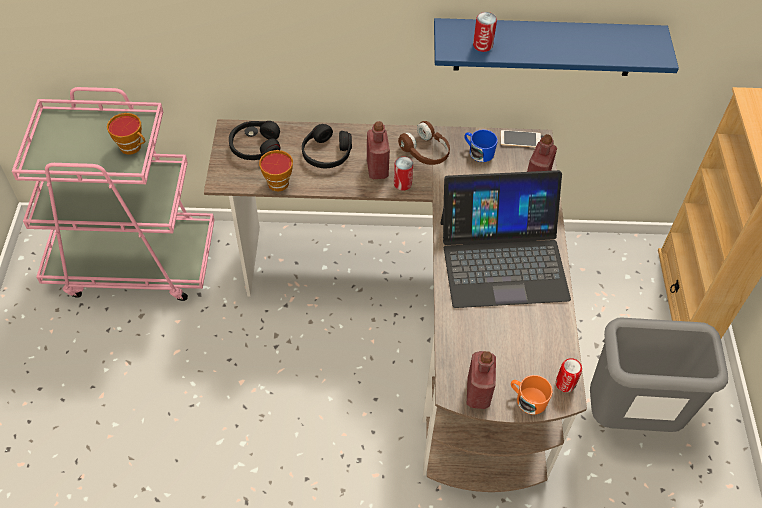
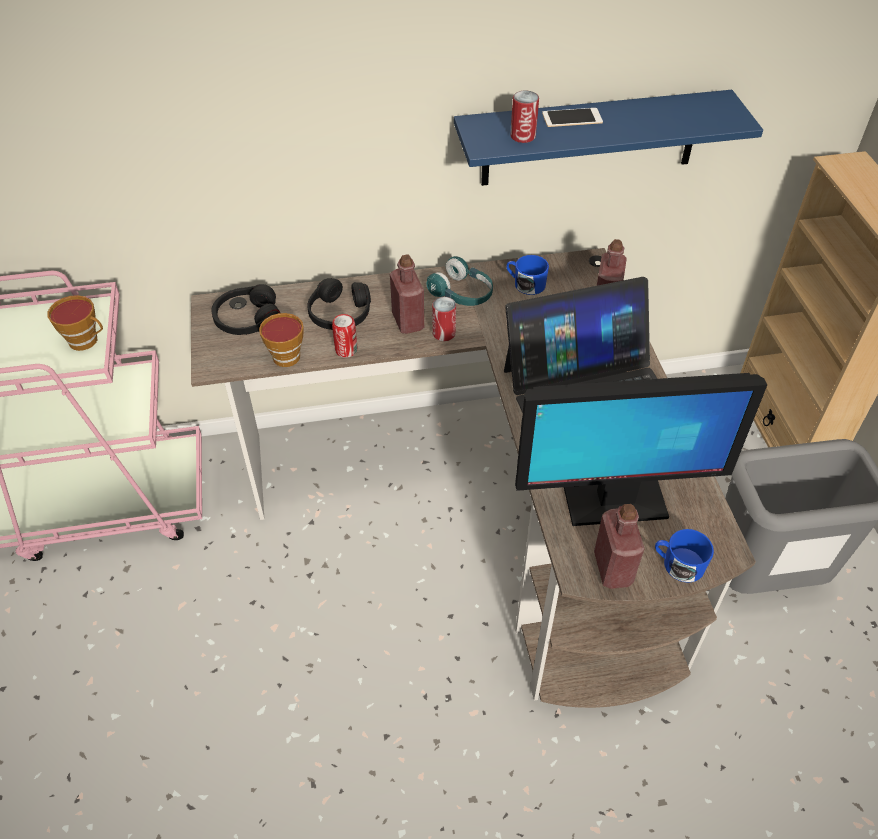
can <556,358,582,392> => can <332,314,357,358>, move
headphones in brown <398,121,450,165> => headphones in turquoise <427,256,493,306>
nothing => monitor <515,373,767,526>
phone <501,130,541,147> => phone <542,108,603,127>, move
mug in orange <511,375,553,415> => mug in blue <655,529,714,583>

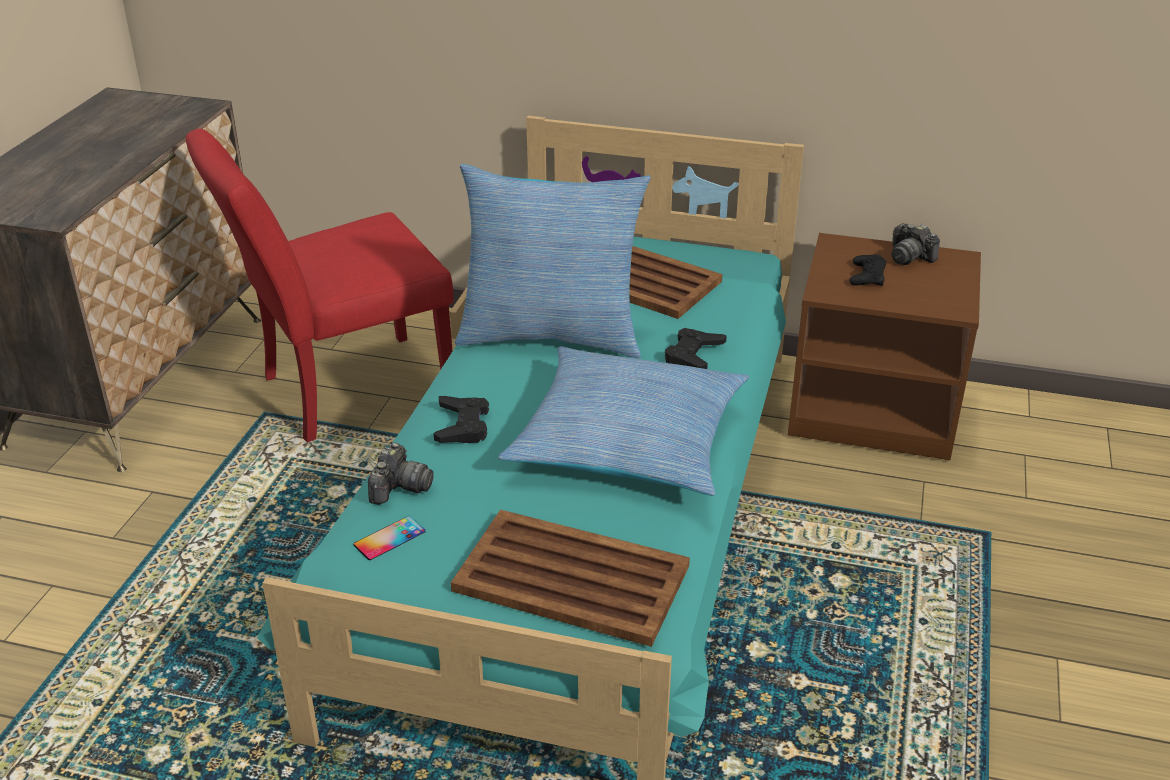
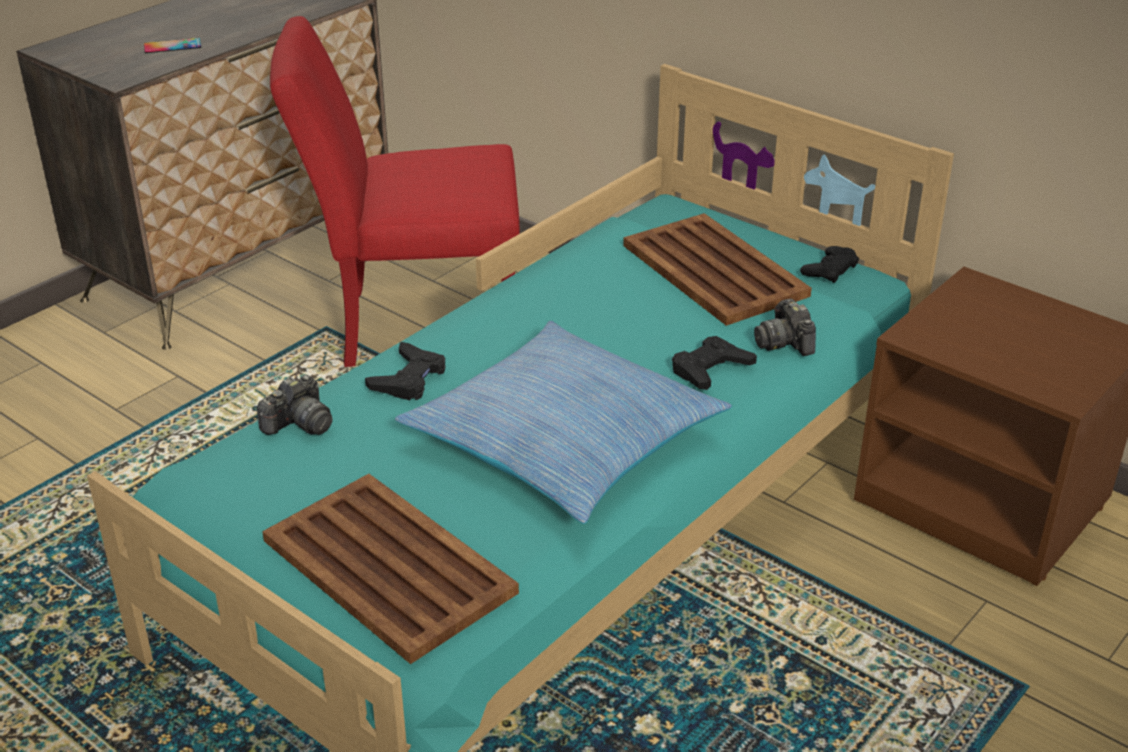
phone <353,516,425,560> => phone <144,38,201,53>, move
photo camera <892,223,940,265> => photo camera <754,299,816,356>, move
game controller in black <849,254,887,286> => game controller in black <800,246,859,283>, move
pillow <455,164,651,359> => nothing

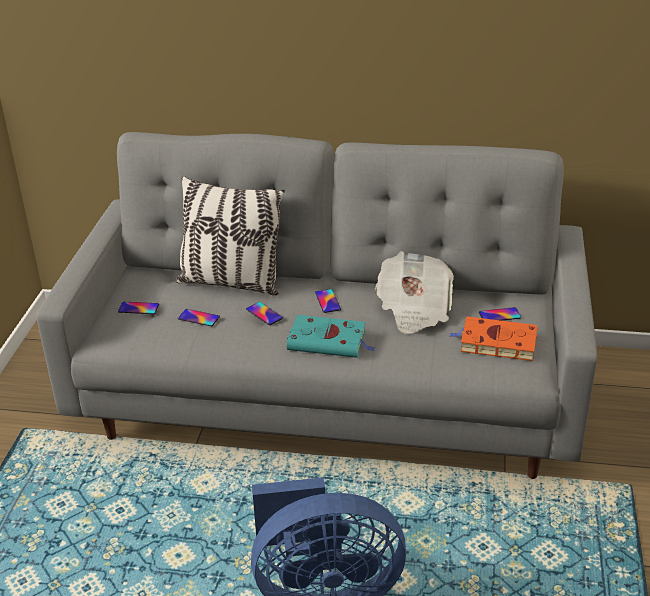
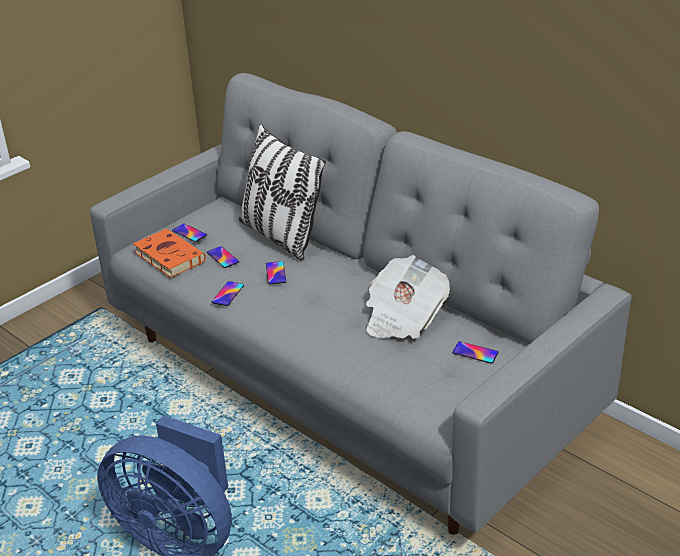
book in orange <450,316,538,361> => book in orange <133,229,206,278>, move
phone <315,289,341,313> => phone <212,281,244,306>, move
book in turquoise <287,315,376,358> => nothing

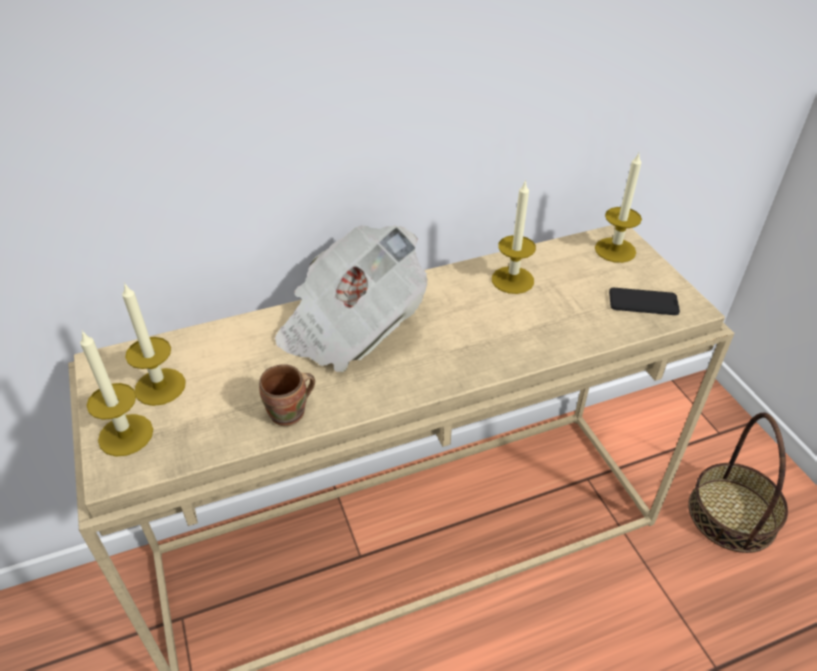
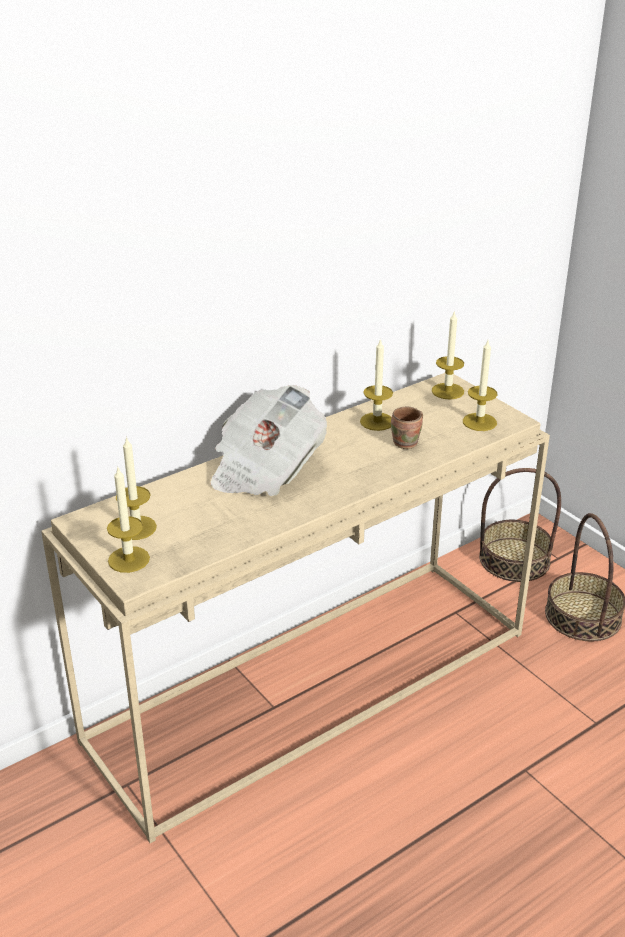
mug in brown <259,364,315,426> => mug in brown <391,407,423,449>, move
phone <609,288,680,315> => candle <463,340,498,431>
nothing => basket <479,468,561,582>

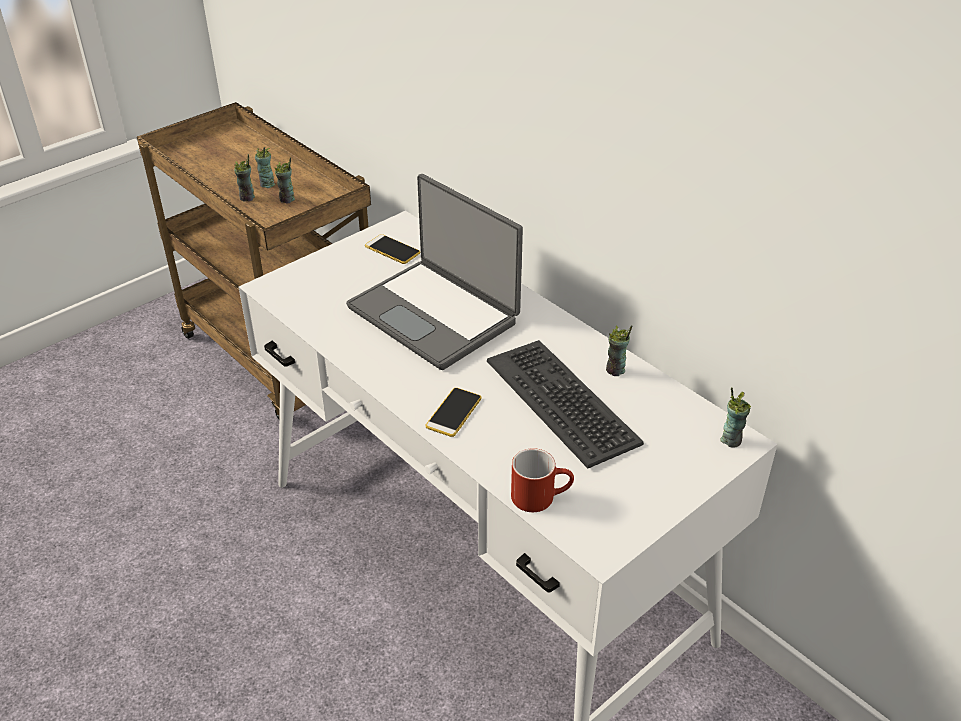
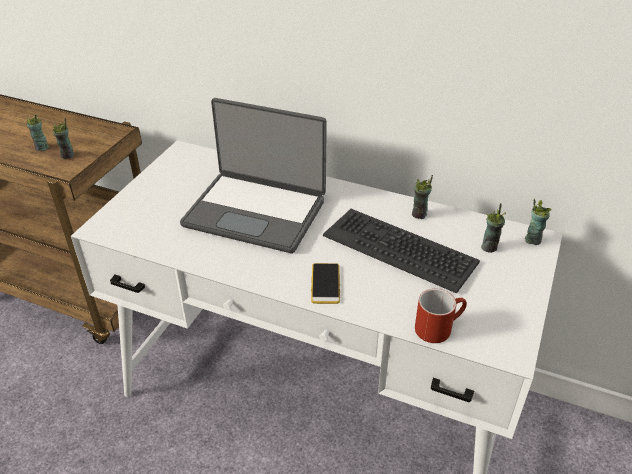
cup <234,154,255,201> => cup <481,203,506,253>, move
phone <365,234,420,264> => nothing

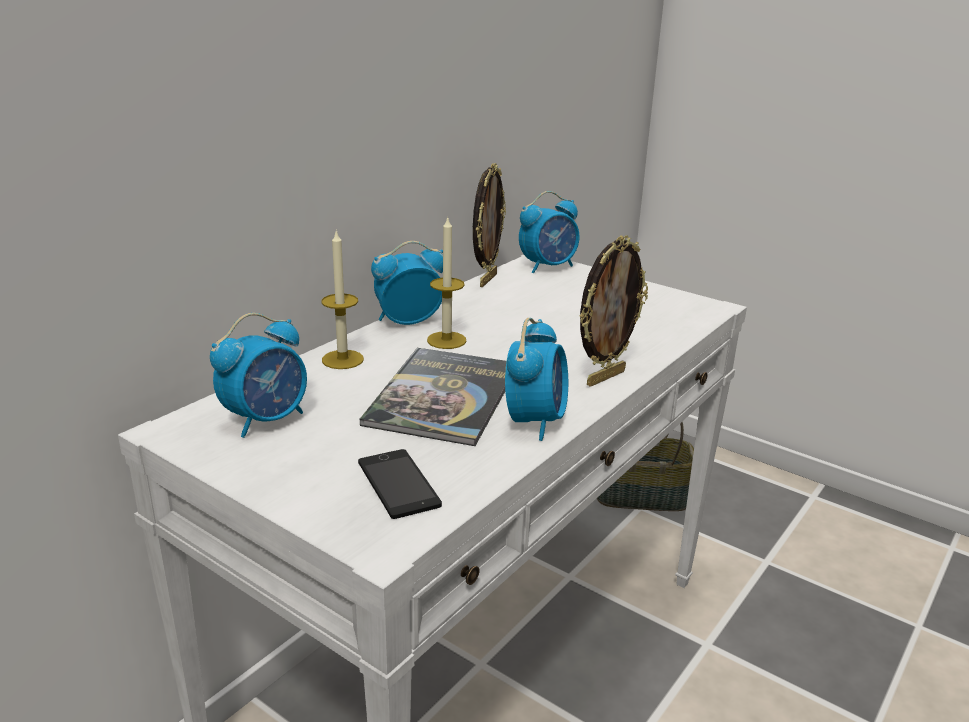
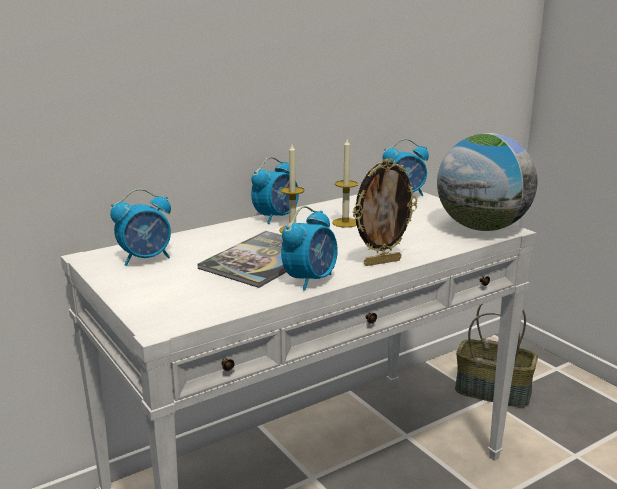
alarm clock <371,241,443,325> => alarm clock <251,157,299,224>, 135 degrees clockwise
candle <322,230,364,369> => candle <332,139,358,228>, move
nothing => globe <437,133,538,231>
phone <358,449,442,519> => nothing
picture frame <473,163,506,287> => nothing

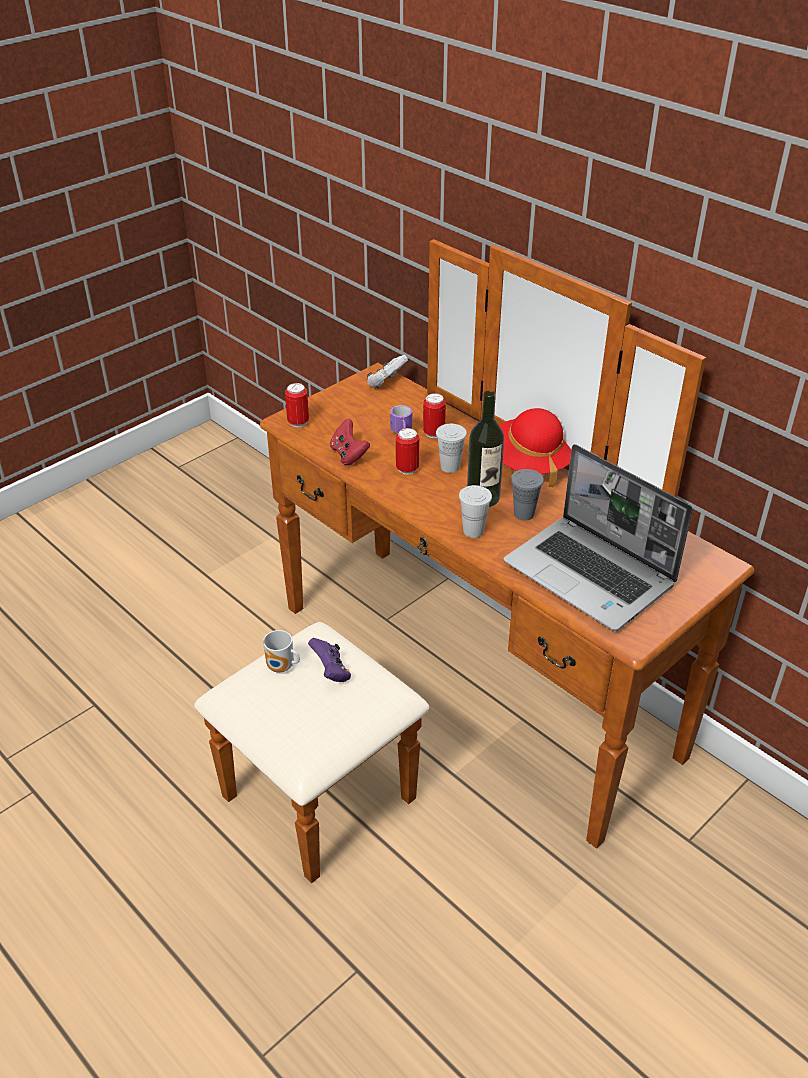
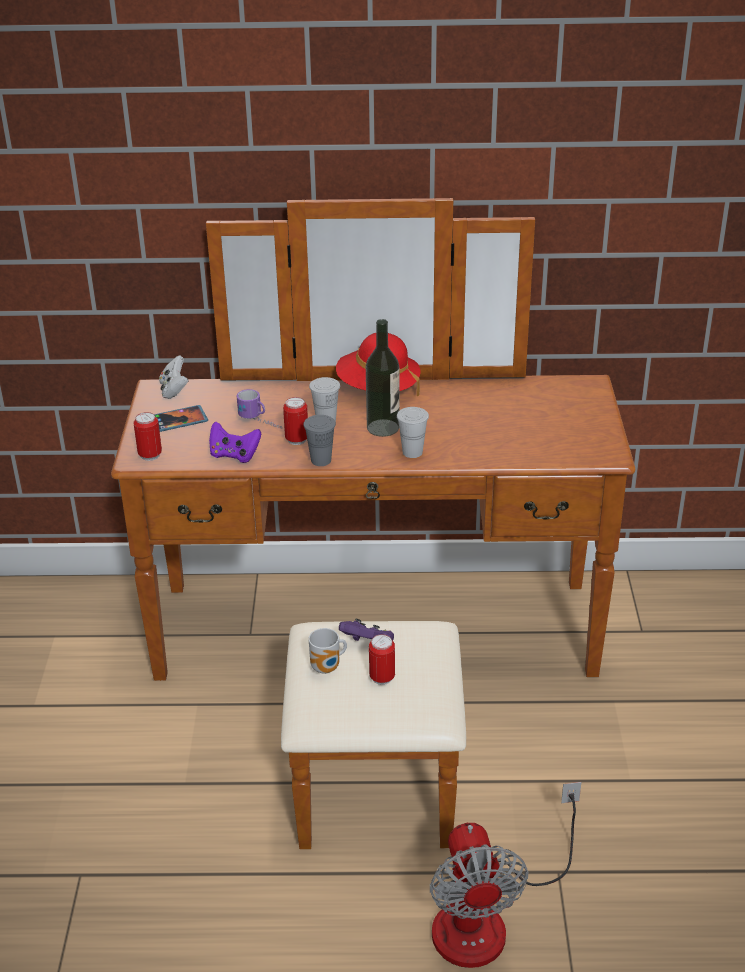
nothing => phone <154,405,208,432>
game controller in red <330,419,370,465> => game controller in purple <209,421,261,463>
cup in grey <511,469,544,521> => cup in grey <303,415,336,466>, move
can <423,393,446,438> => can <369,634,395,685>, move
nothing => fan <430,782,581,968>
laptop <504,444,693,631> => nothing

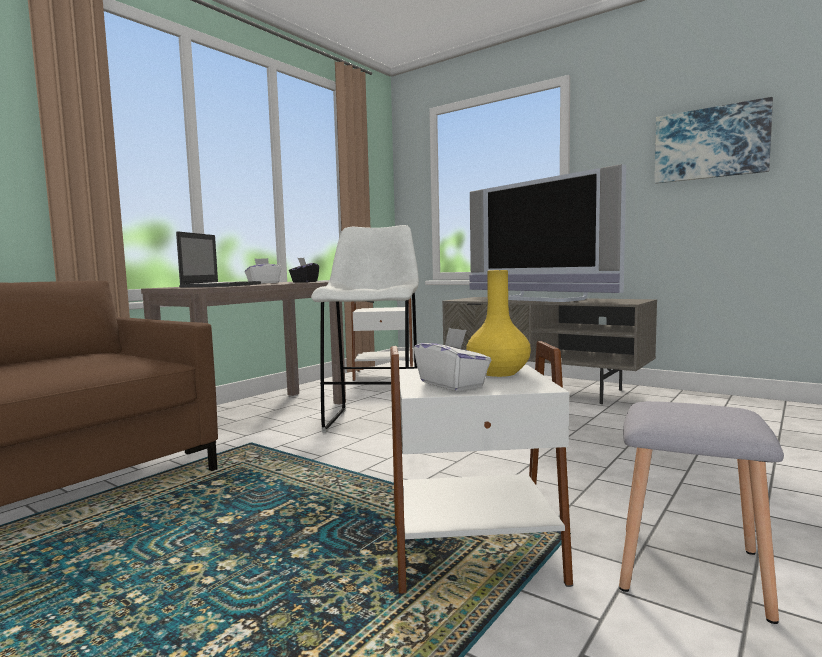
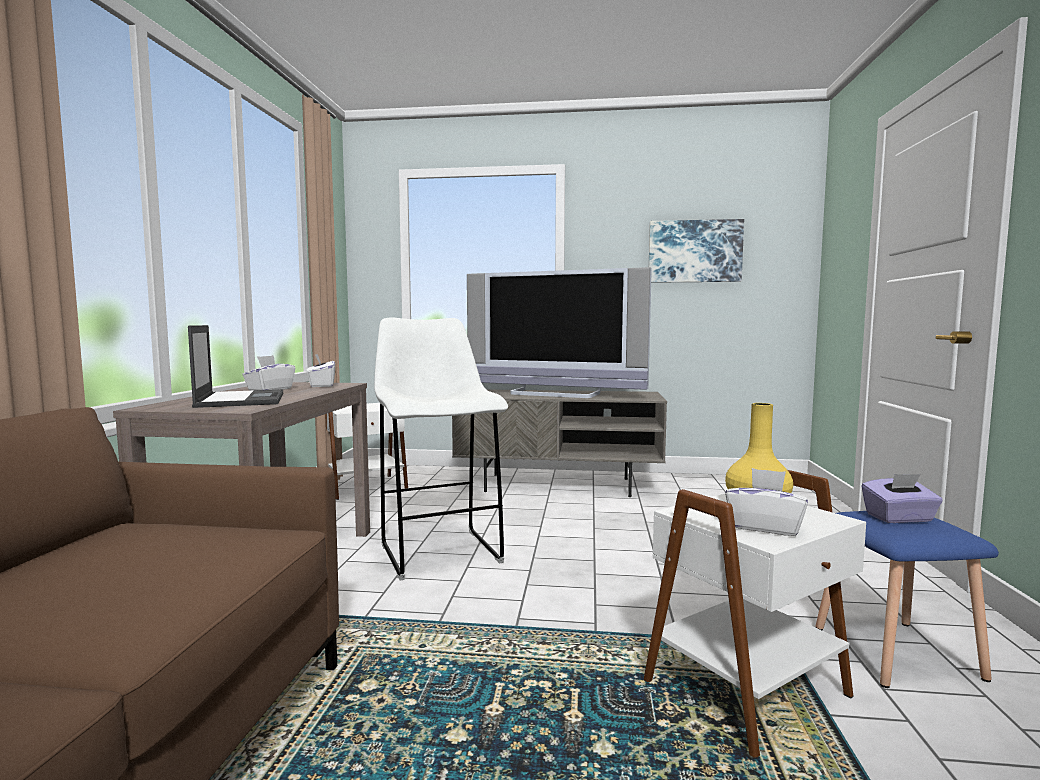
tissue box in black <289,258,319,283> => tissue box in white <306,354,335,387>
stool in grey <619,401,784,624> => stool in blue <815,511,999,688>
nothing => tissue box in purple <862,474,943,523>

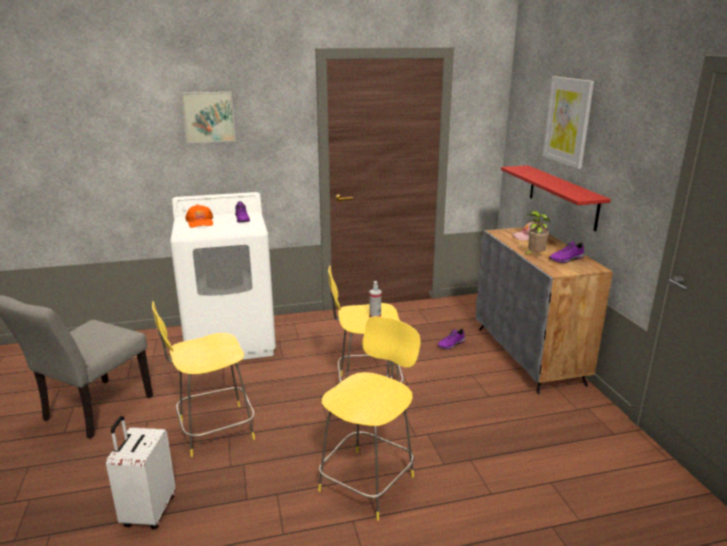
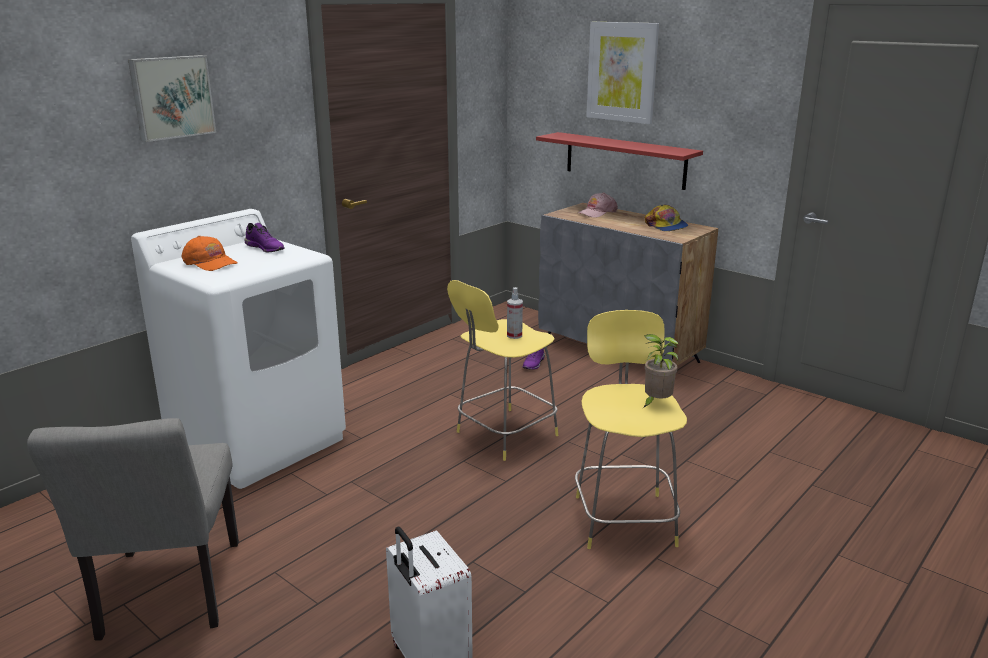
potted plant <525,211,550,255> => potted plant <643,334,678,408>, move
shoe in purple <549,241,585,263> => cap <645,205,688,231>
stool in yellow <152,301,255,457> => nothing

